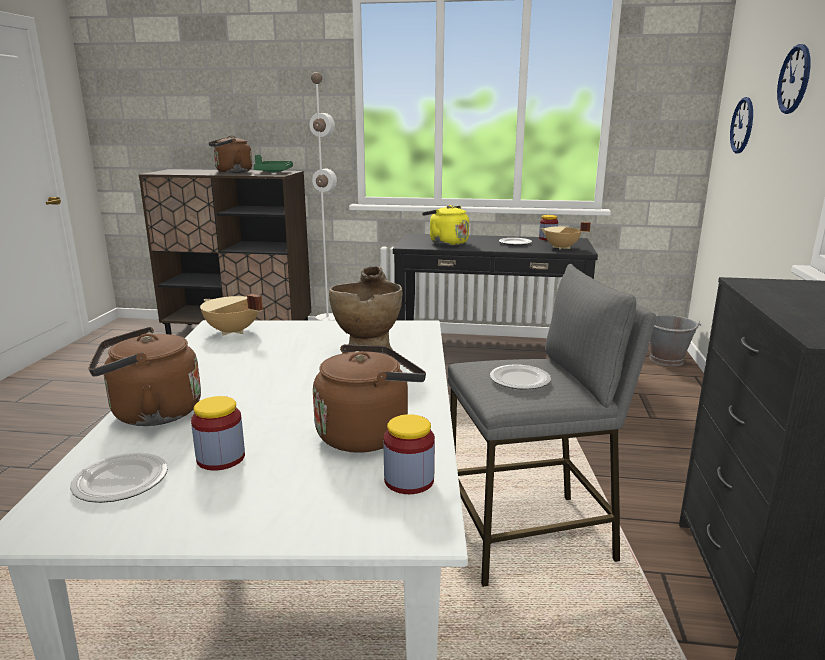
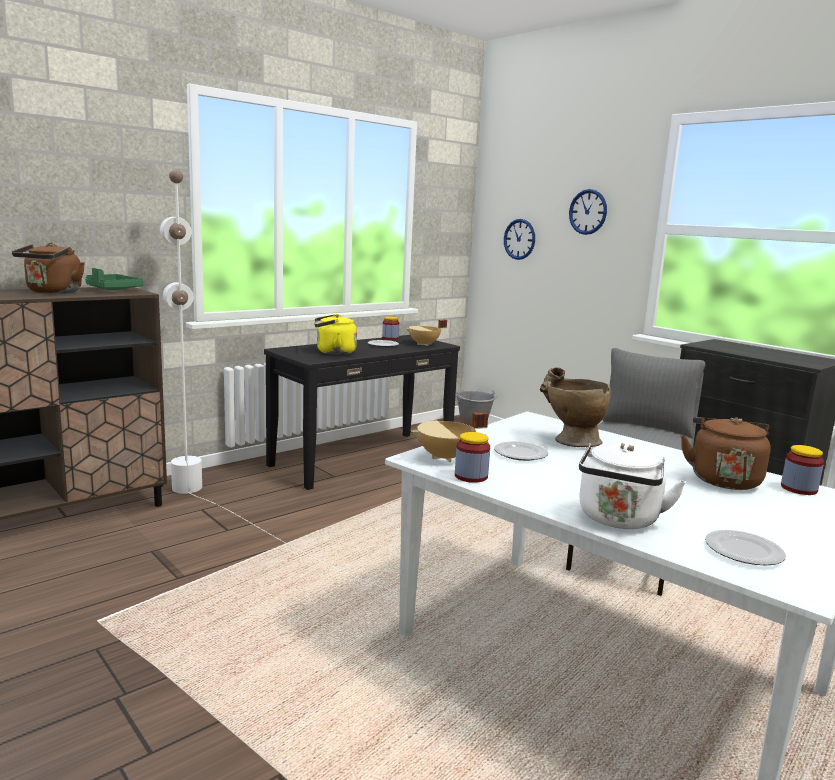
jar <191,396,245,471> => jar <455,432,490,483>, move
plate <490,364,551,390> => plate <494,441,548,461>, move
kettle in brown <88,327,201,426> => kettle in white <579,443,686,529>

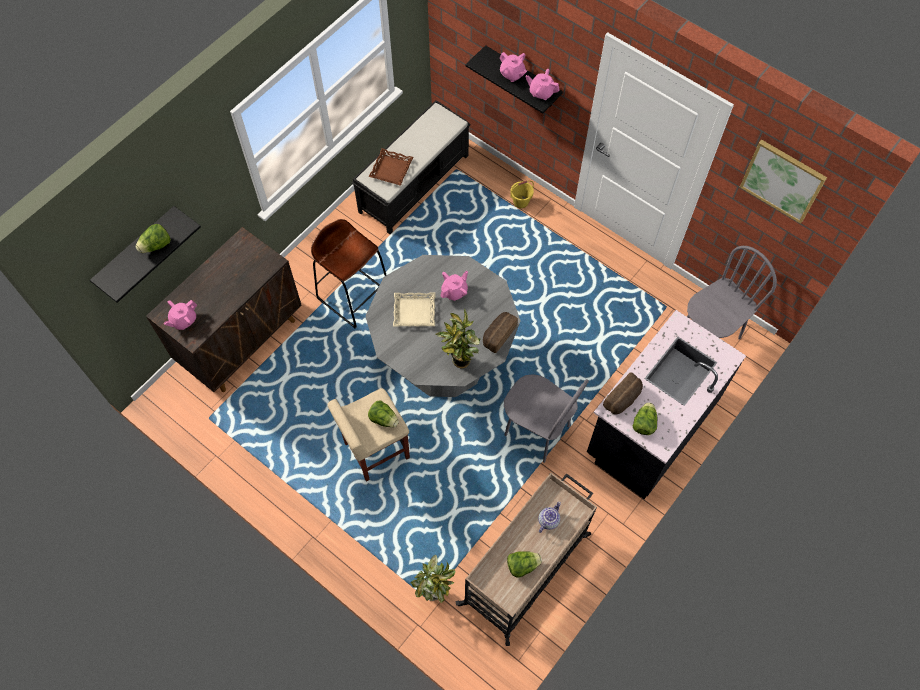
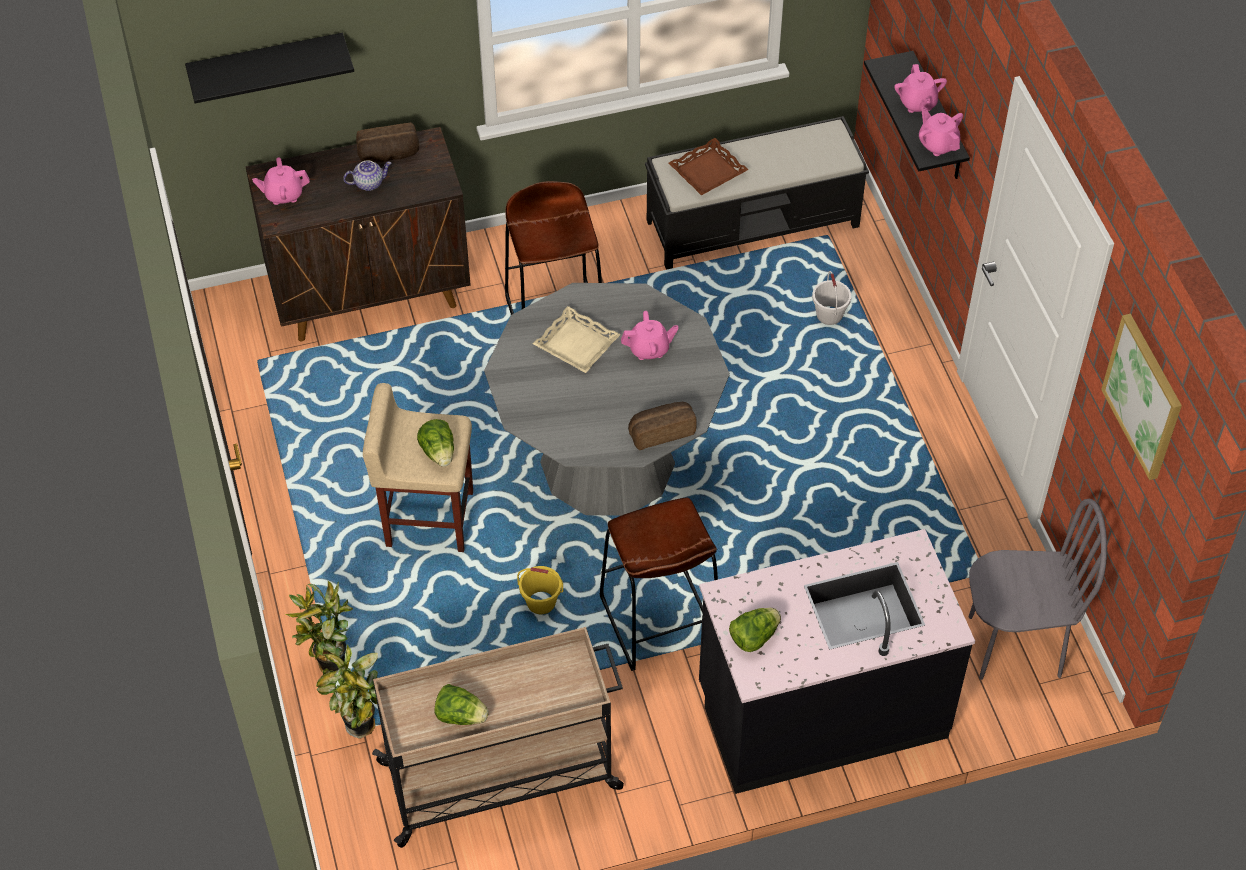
potted plant <436,309,481,368> => potted plant <286,581,353,673>, move
teapot <538,502,561,533> => teapot <343,160,392,191>, move
bread <603,372,643,414> => bread <356,123,419,163>, move
bucket in yellow <510,181,534,208> => bucket in yellow <517,566,563,614>, move
chair in grey <504,374,589,463> => stool in brown <600,497,718,671>
nothing => bucket in white <812,271,851,325>
lettuce <136,224,171,253> => nothing

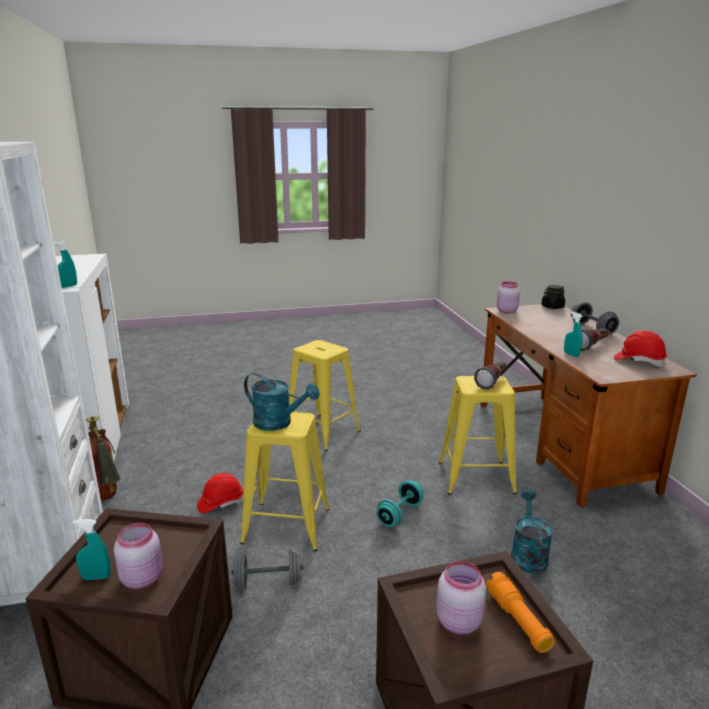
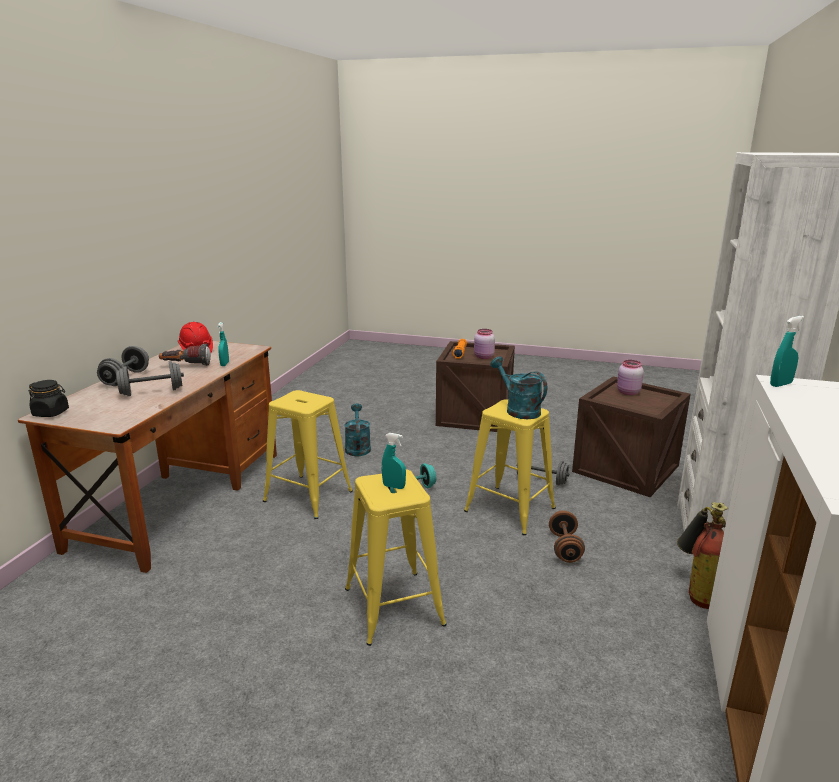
nothing => dumbbell in grey <115,361,184,396>
watering can in turquoise <511,490,553,574> => watering can in turquoise <345,403,371,456>, 135 degrees clockwise
spray bottle in turquoise <73,519,111,580> => spray bottle in turquoise <382,433,406,489>, move
hard hat in red <197,473,244,514> => dumbbell in brown <549,510,585,563>
flashlight <474,362,507,390> => nothing
jar in pink <497,281,520,313> => nothing

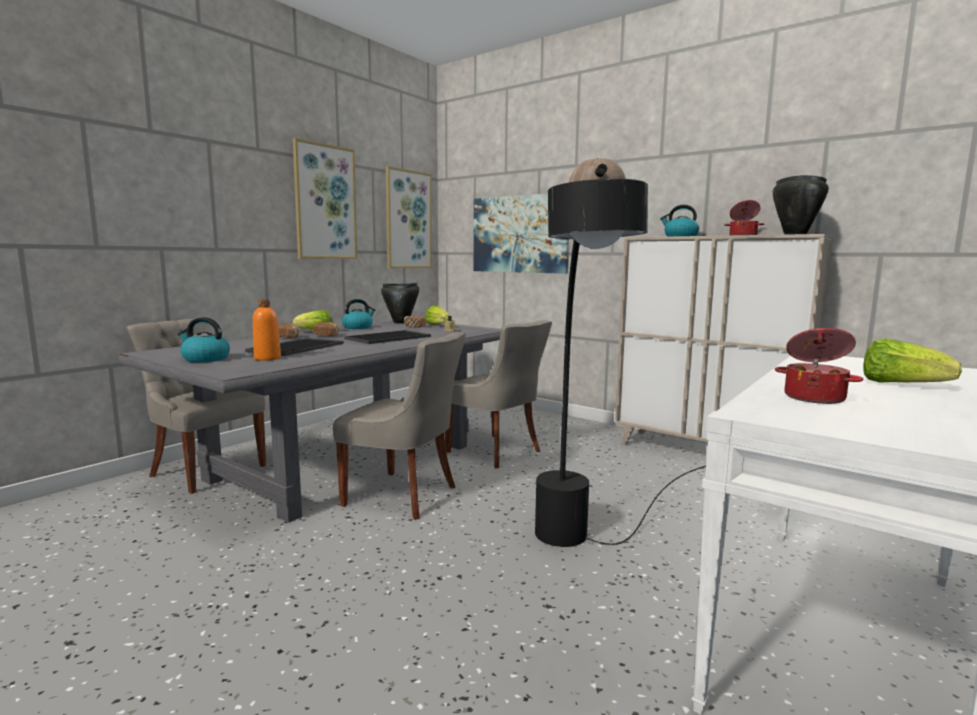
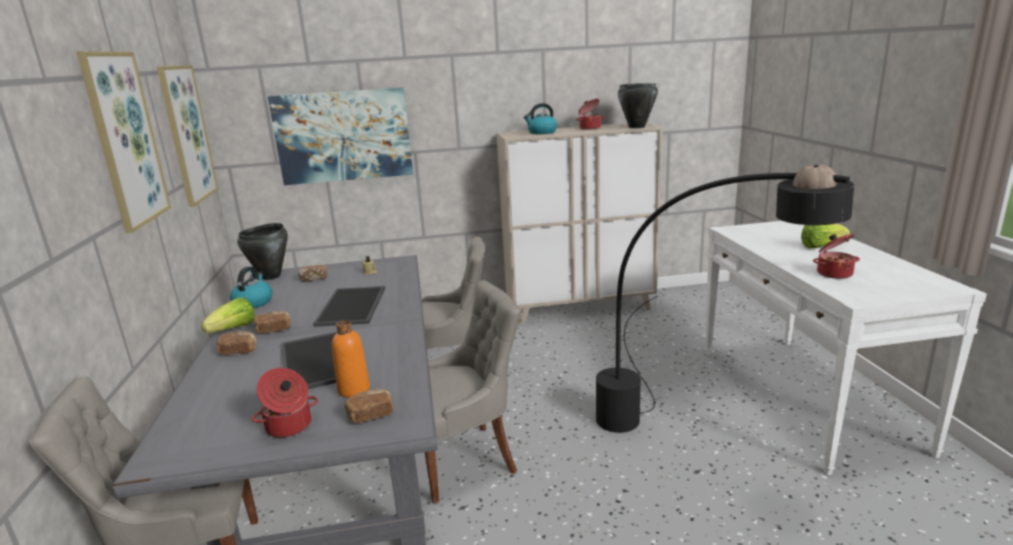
kettle <178,317,230,362> => cooking pot <252,368,318,438>
nothing => bread <345,389,393,423>
lettuce <425,305,449,325> => nothing

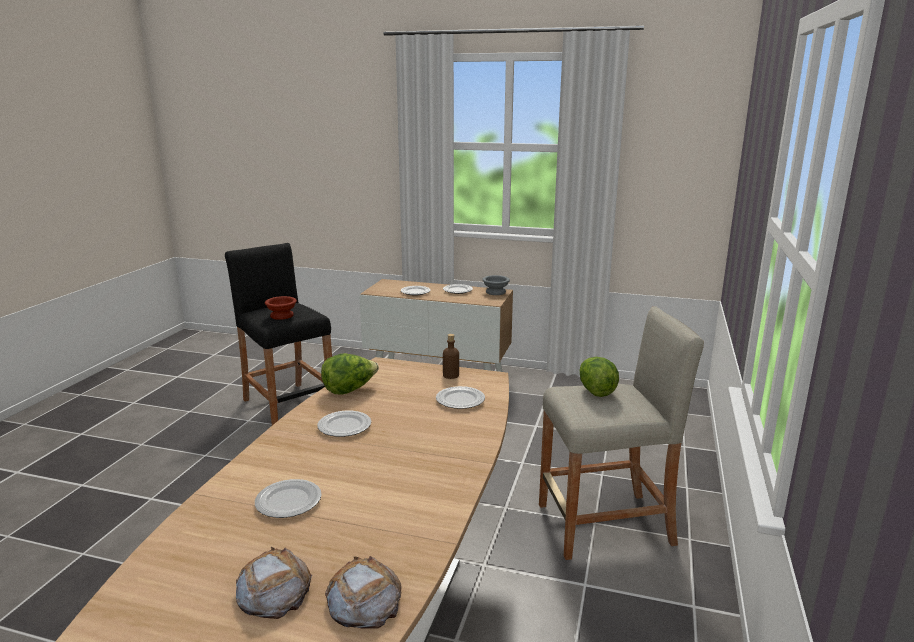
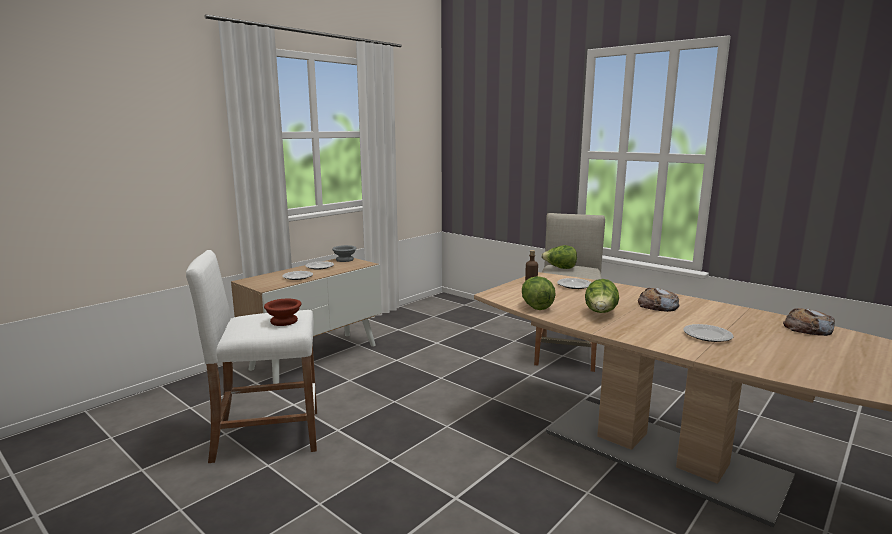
stool in black <225,243,332,425> => stool in white <186,250,317,463>
plate <317,411,371,437> => lettuce <585,279,619,313>
bread <236,547,312,619> => bread <638,288,680,312>, move

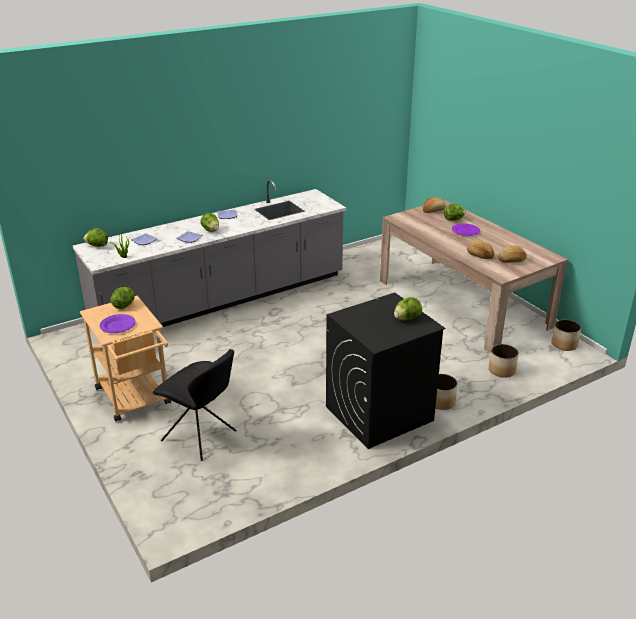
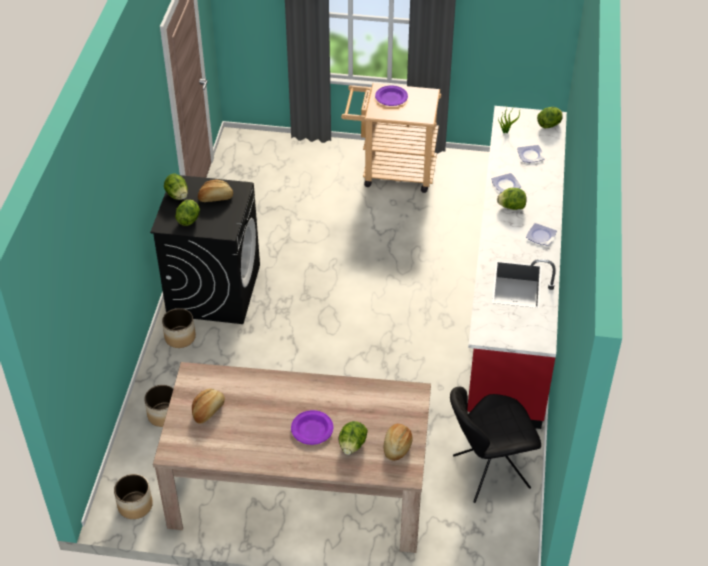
lettuce <110,287,135,309> => lettuce <164,173,188,200>, move
bread <467,240,494,259> => bread <198,180,233,202>, move
chair in black <153,349,237,461> => chair in black <450,386,541,503>, move
counter in grey <73,180,346,327> => counter in red <467,106,567,429>

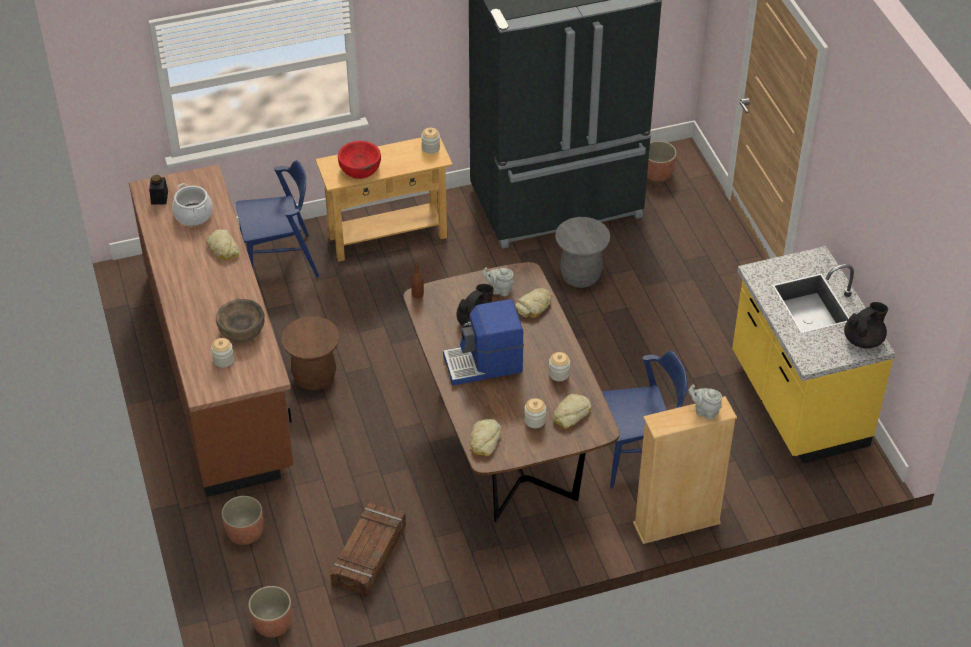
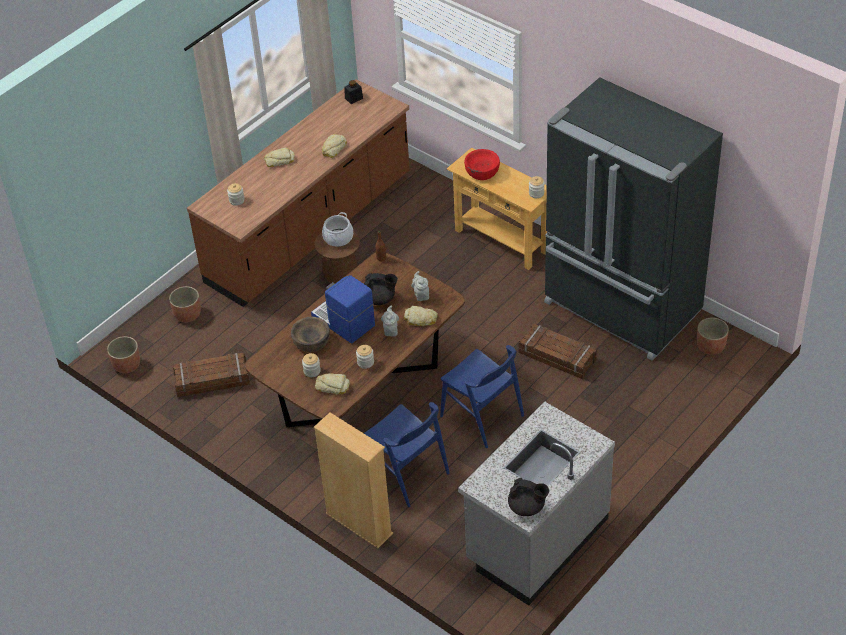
bread <470,419,501,456> => bread <264,147,294,167>, move
bowl in brown <216,299,265,342> => bowl in brown <291,317,330,352>, move
cooking pot <172,183,213,226> => cooking pot <322,212,353,247>, move
teapot in grey <688,384,722,420> => teapot in grey <381,306,399,337>, move
chair in blue <236,160,319,277> => chair in blue <440,345,524,448>, move
counter in yellow <732,246,895,463> => counter in grey <458,401,615,605>
stool in grey <555,217,610,288> => crate <518,324,597,379>

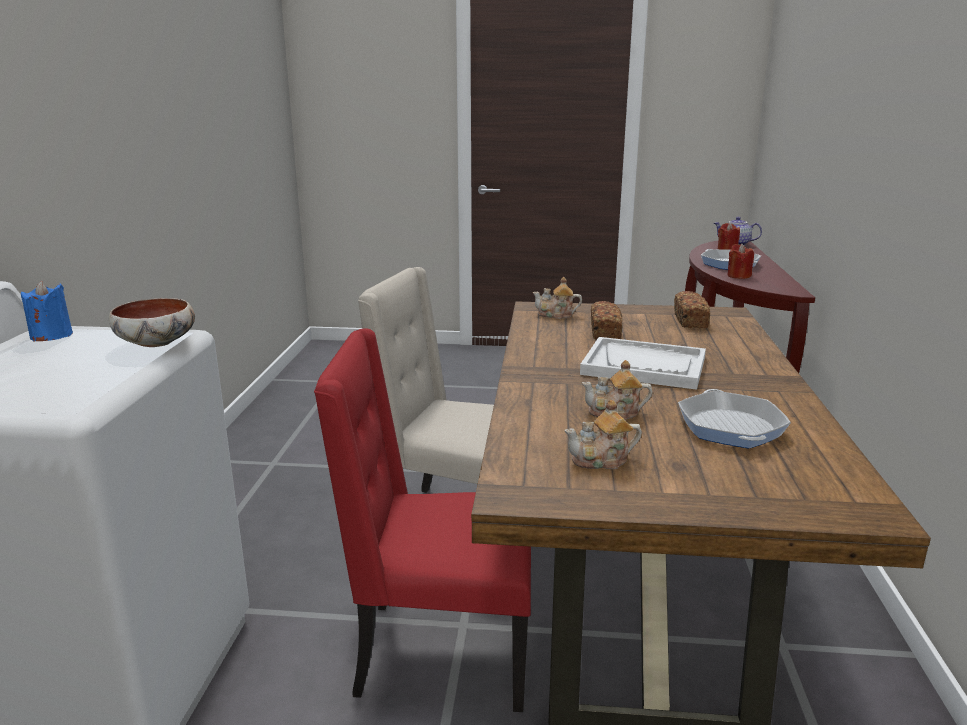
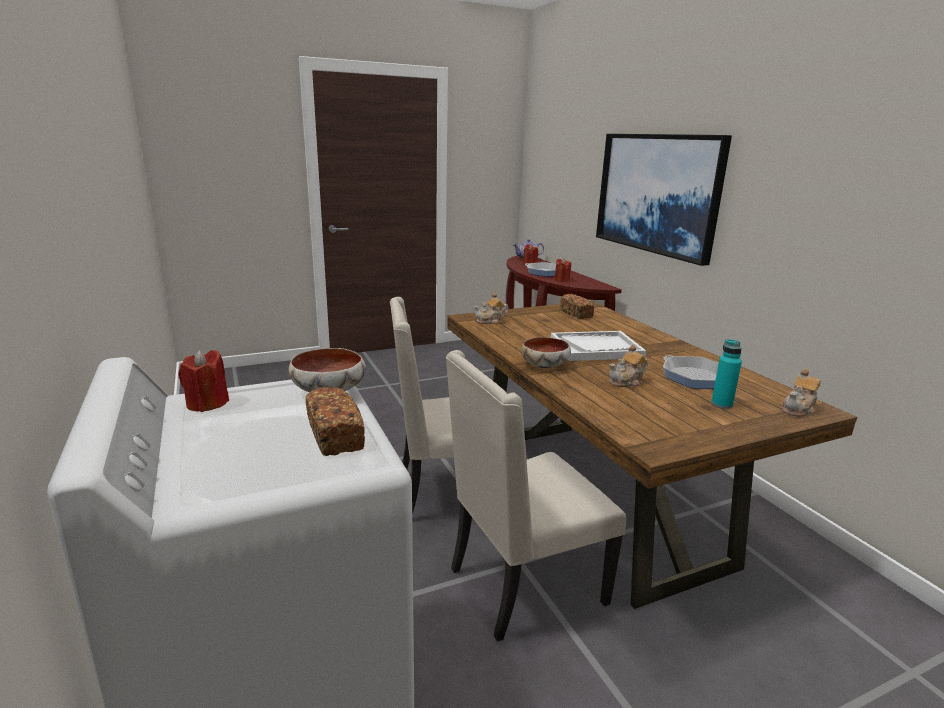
candle in blue <21,281,73,342> => candle in red <179,350,229,412>
bread <591,301,622,340> => bread <305,387,365,456>, move
chair in red <314,328,531,712> => chair in beige <446,350,626,642>
nothing => bowl <521,337,571,369>
nothing => picture <596,134,732,266>
nothing => bottle in turquoise <711,339,742,409>
teapot <564,400,642,469> => teapot <782,369,820,417>, move

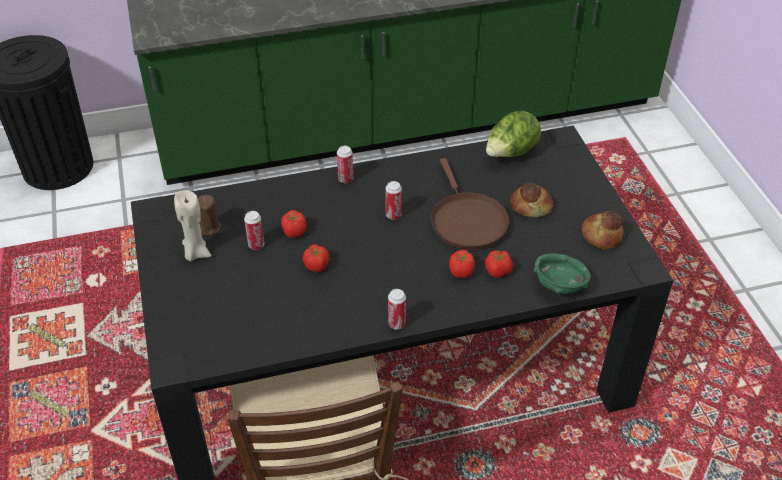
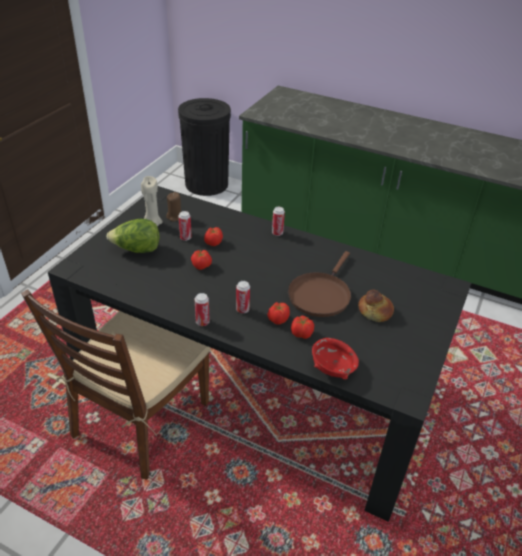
lettuce <486,110,541,157> => lettuce <106,219,159,253>, move
can <386,181,402,220> => can <236,281,250,313>, move
bowl in green <534,253,591,294> => bowl in red <312,338,359,380>
bread <582,211,624,249> => nothing

